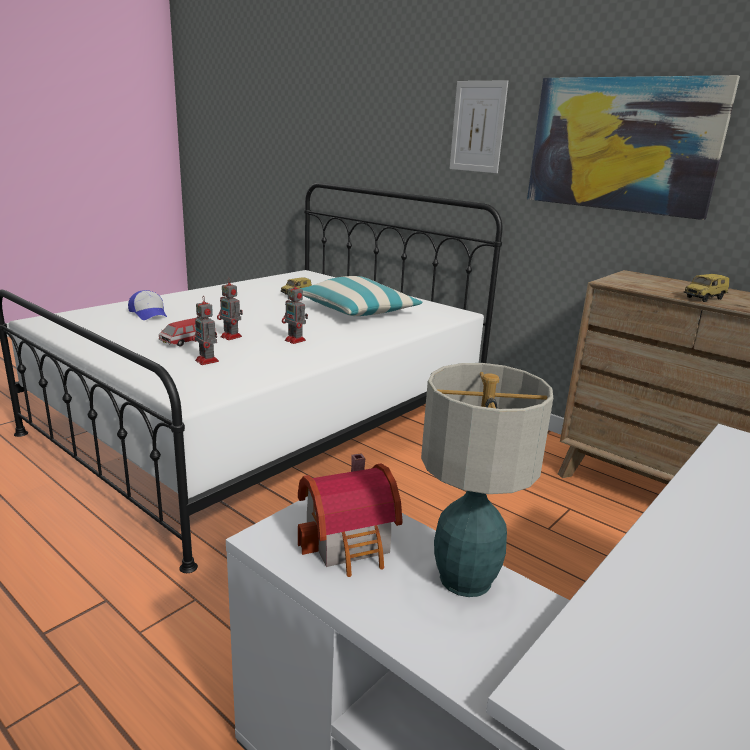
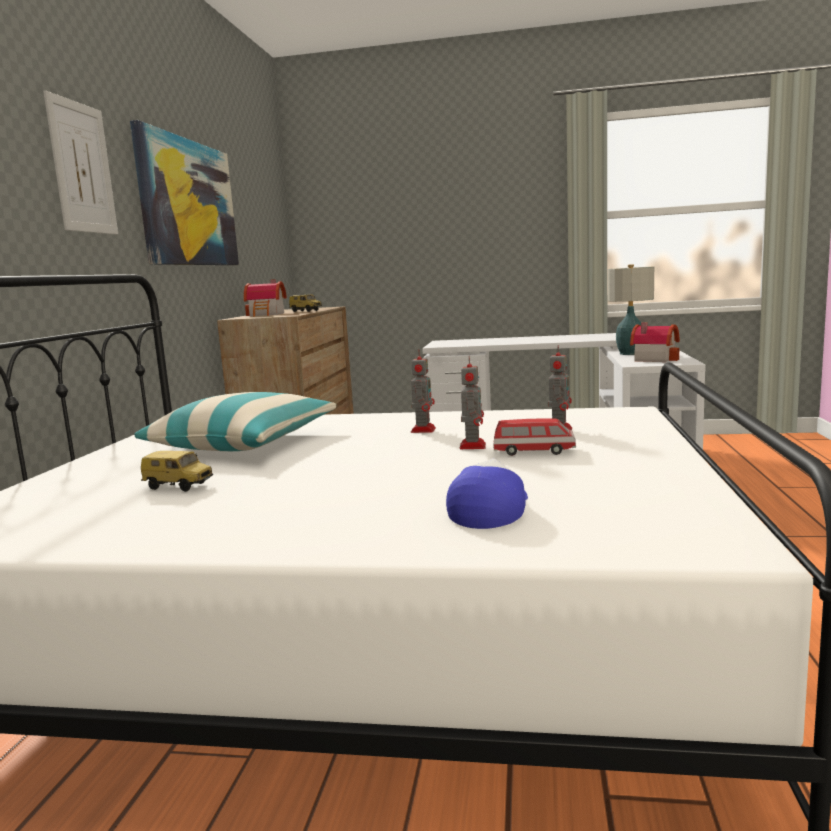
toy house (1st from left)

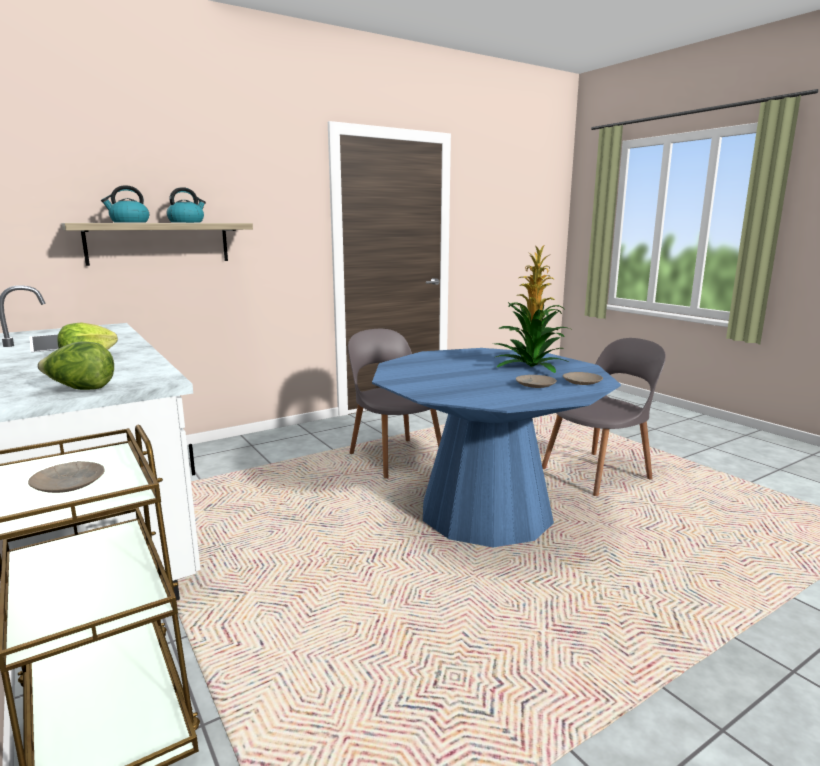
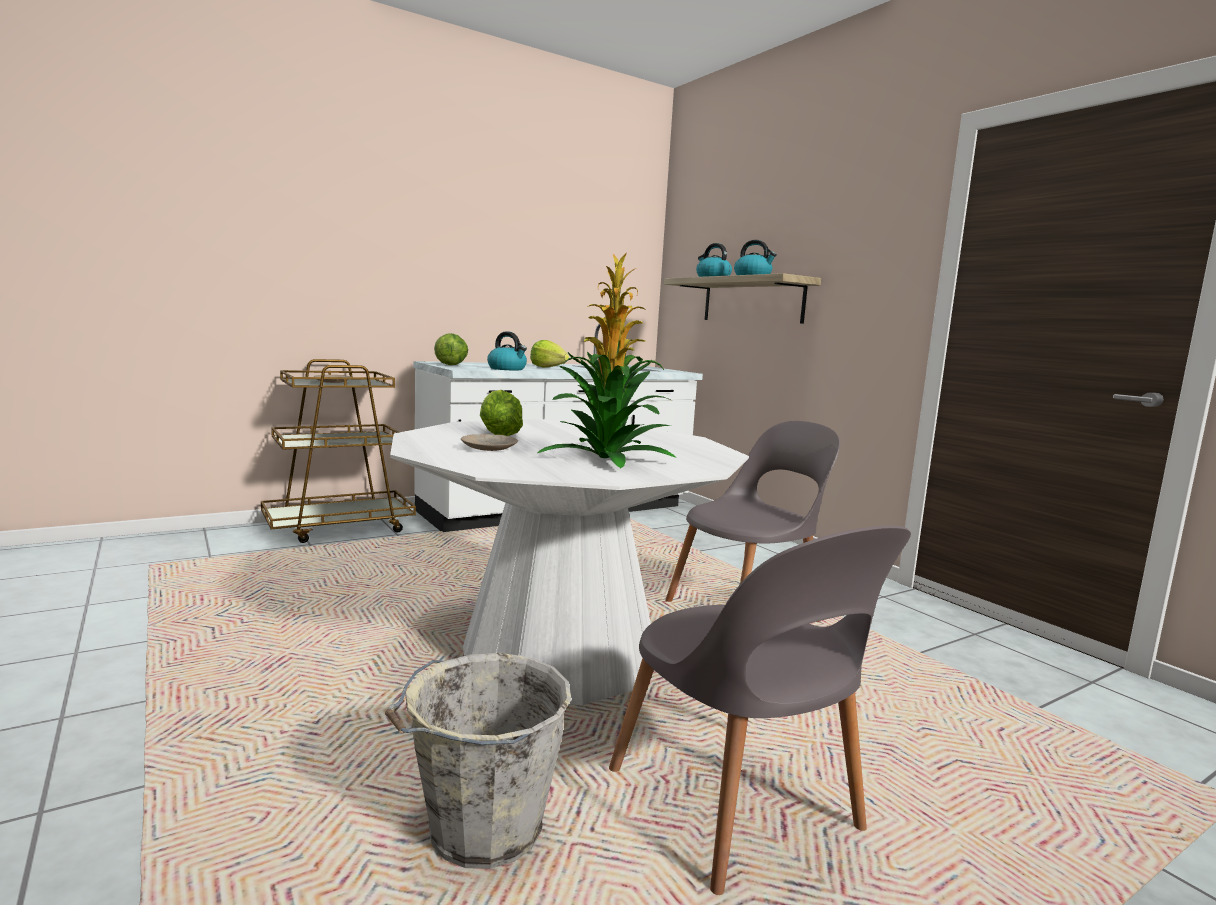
dining table (white)
plate (beige) (3rd from left in the first image)
kettle (1st from left)
lettuce (2nd from left)
bucket (grey)

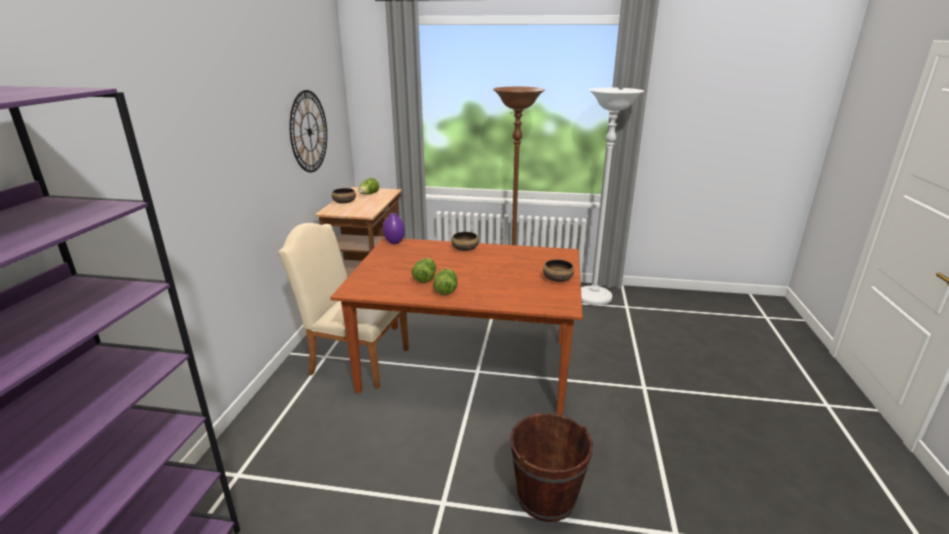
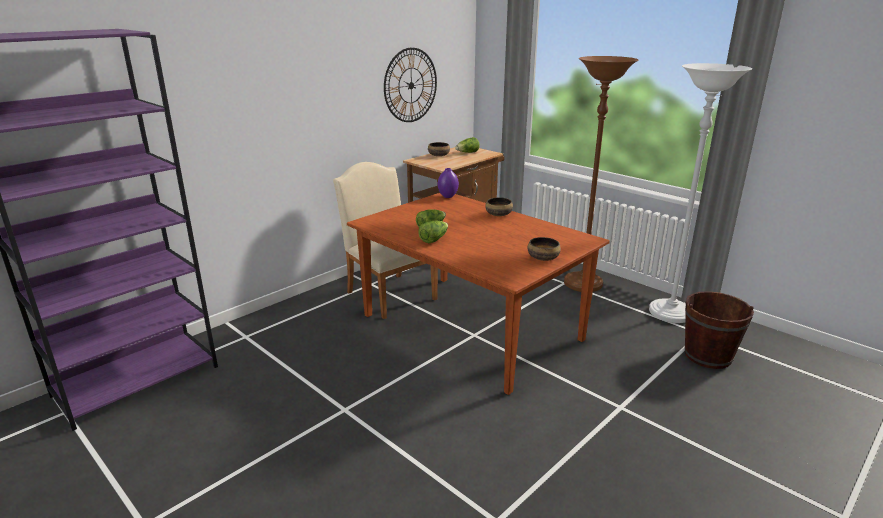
bucket (brown)

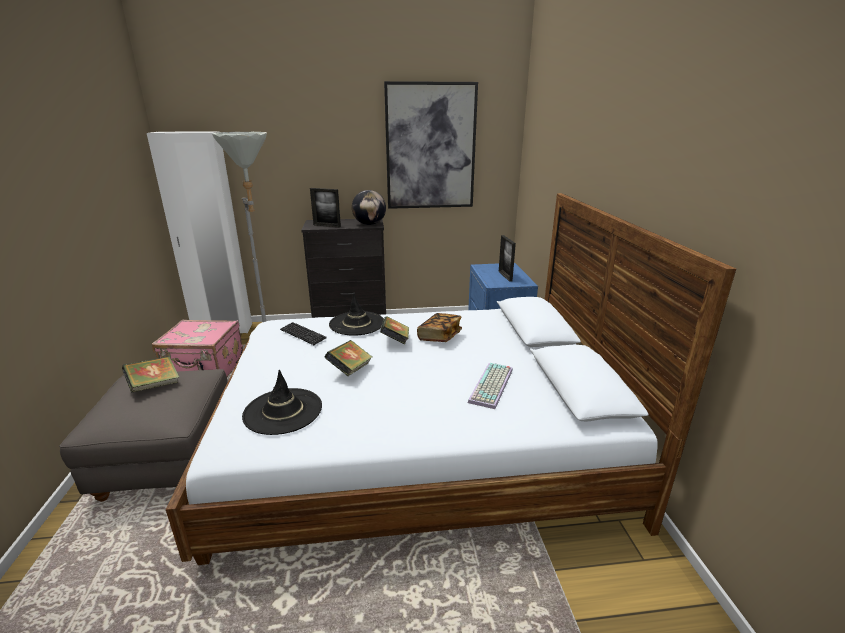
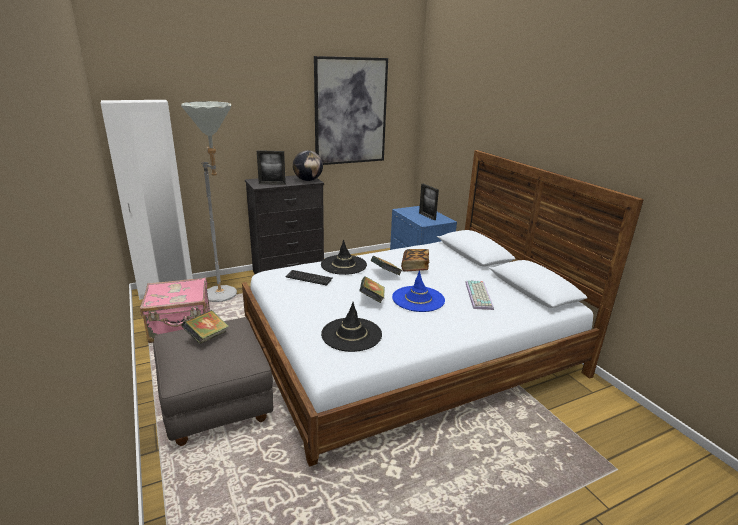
hat (blue)

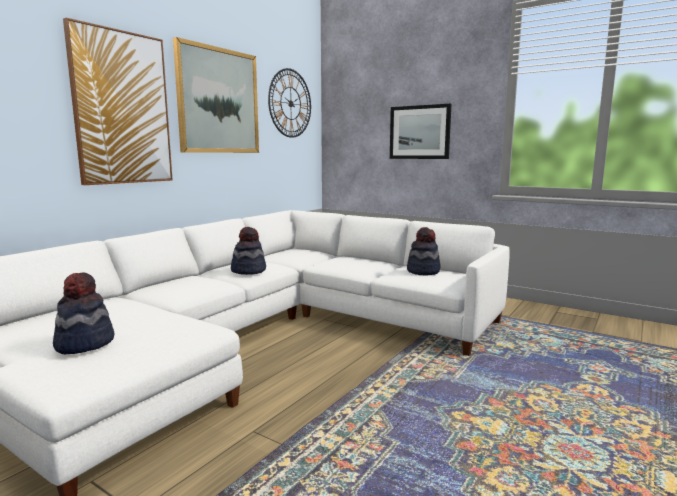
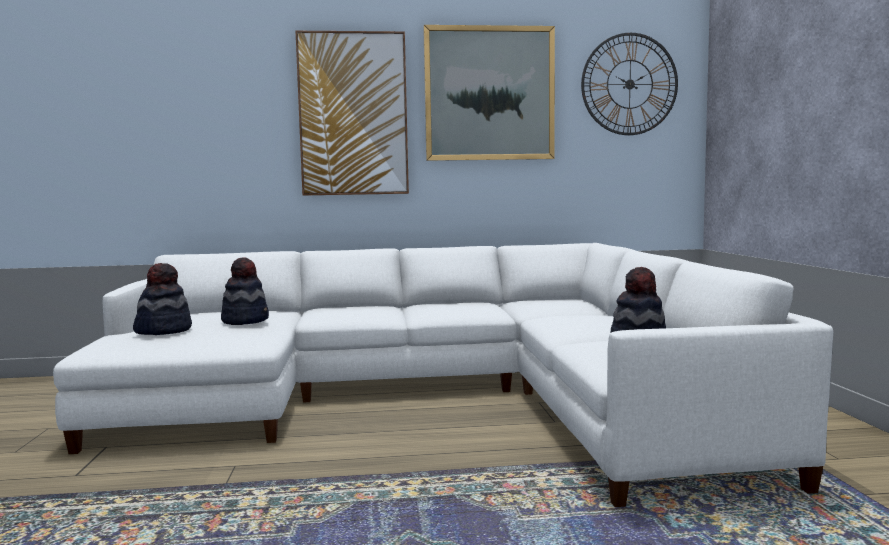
picture (3rd from left in the first image)
hat (2nd from left)

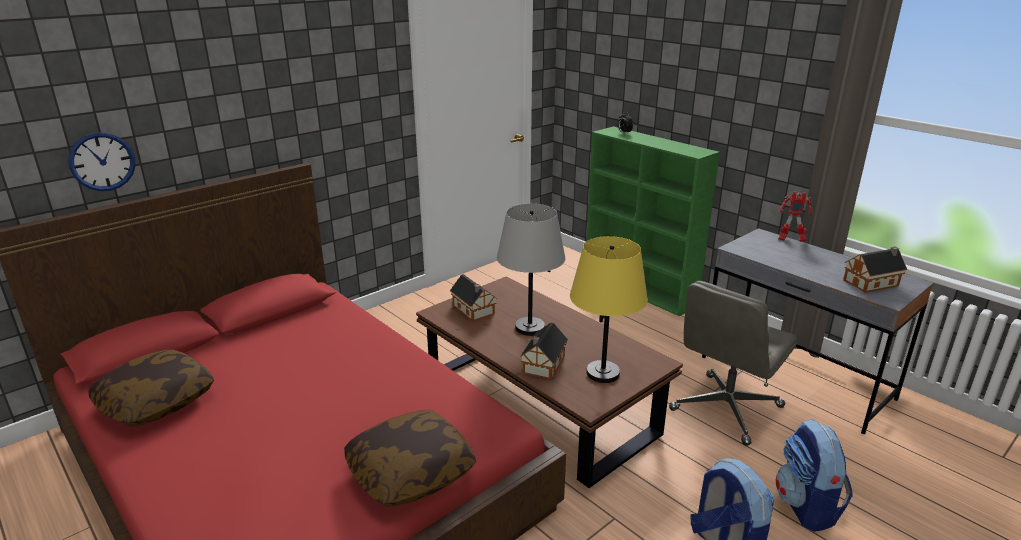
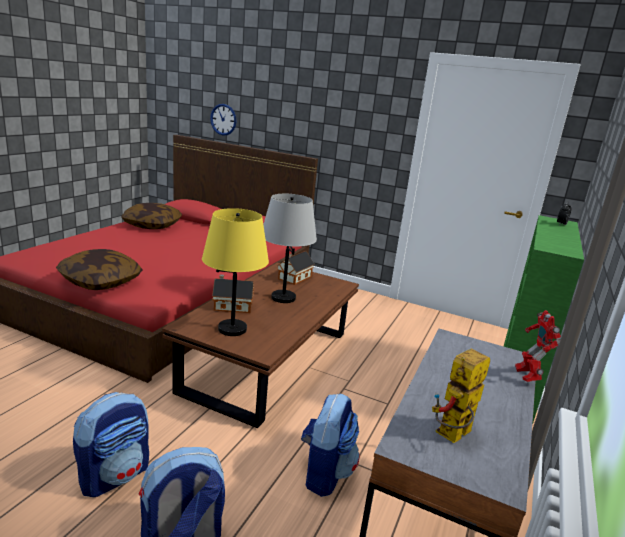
toy robot (1st from left)
backpack (3rd from left)

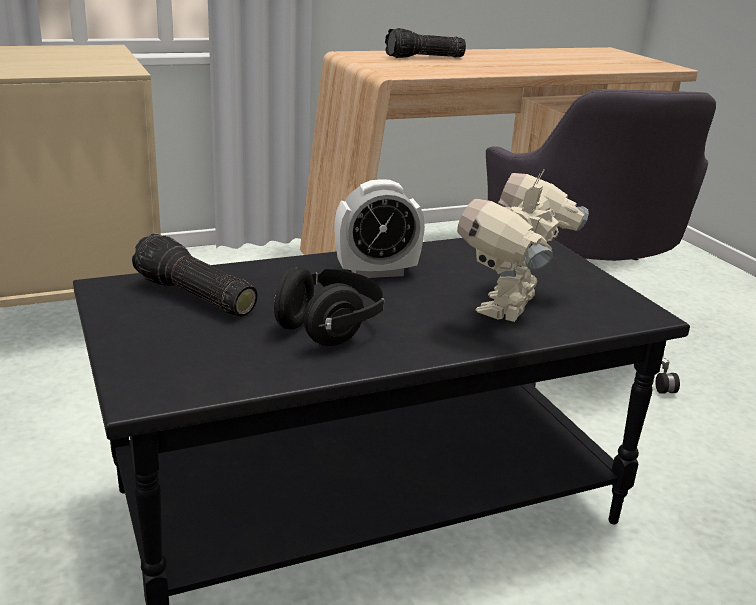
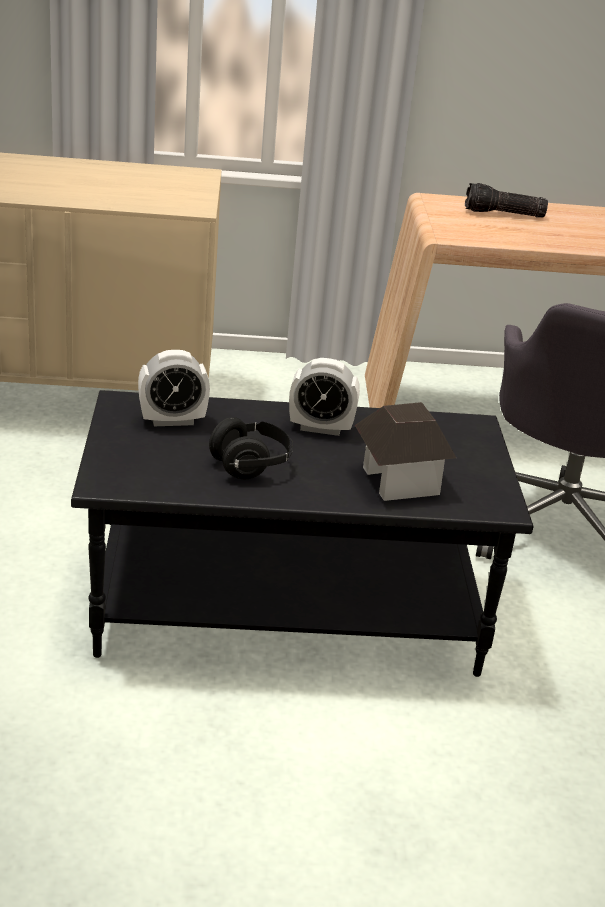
toy house
alarm clock (1st from left)

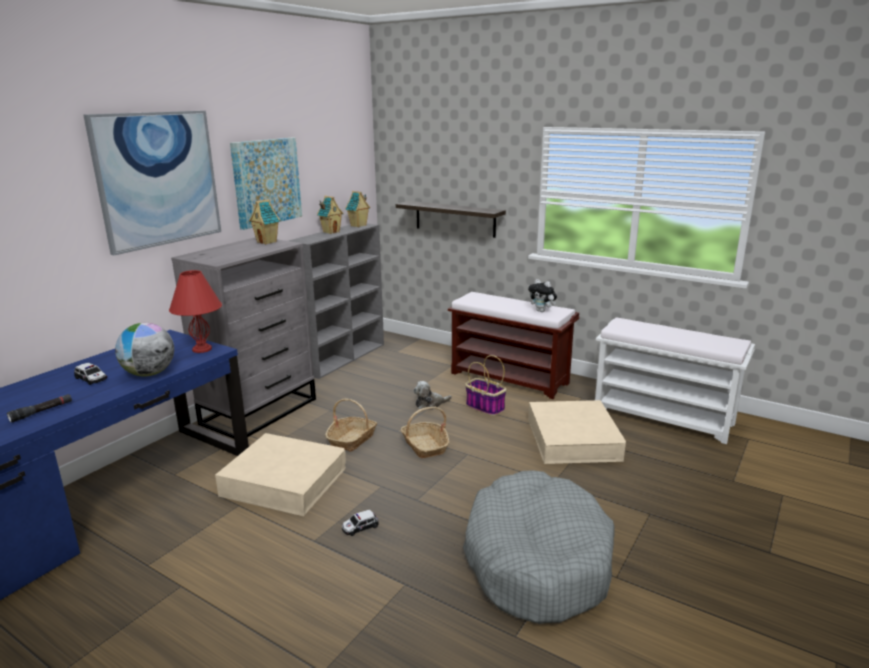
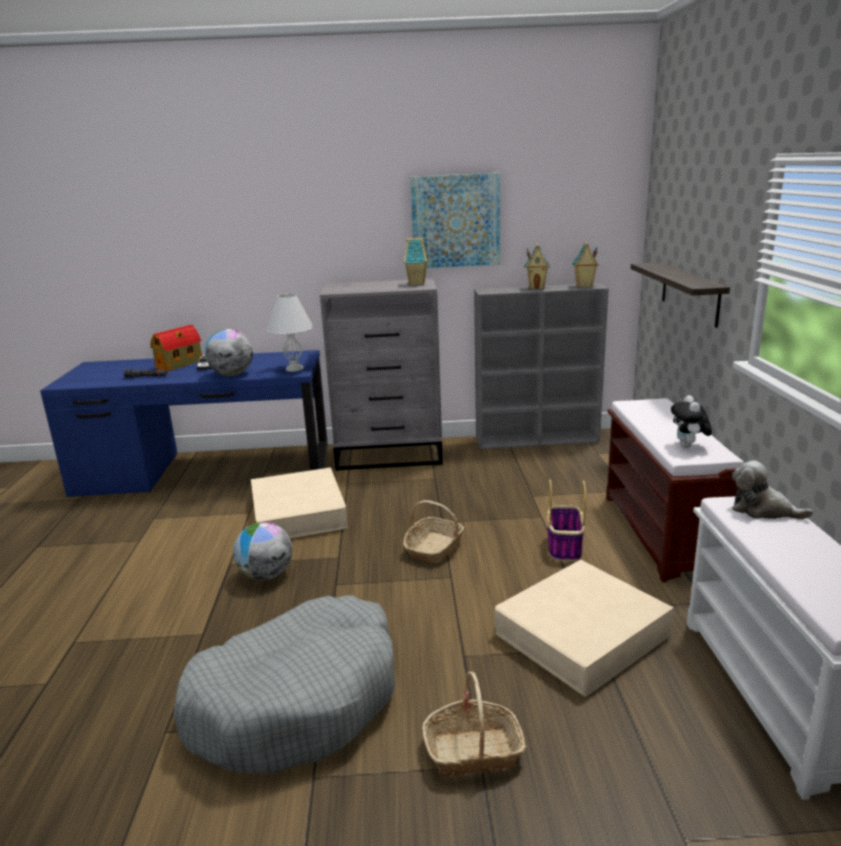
picture (1st from left in the first image)
table lamp (white)
plush toy (2nd from left)
basket (2nd from left)
globe (2nd from left)
toy house (1st from left)

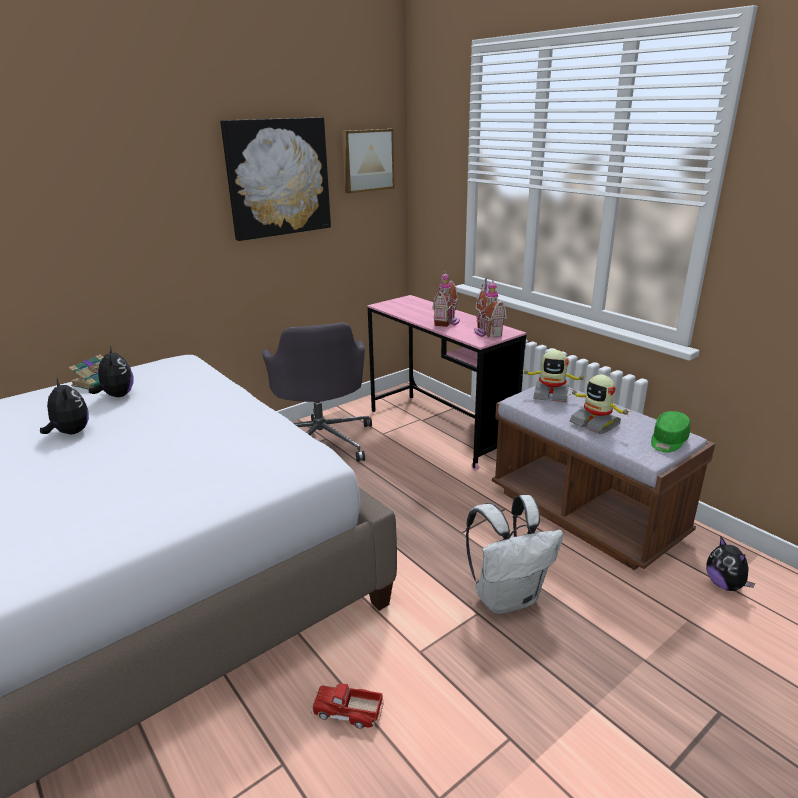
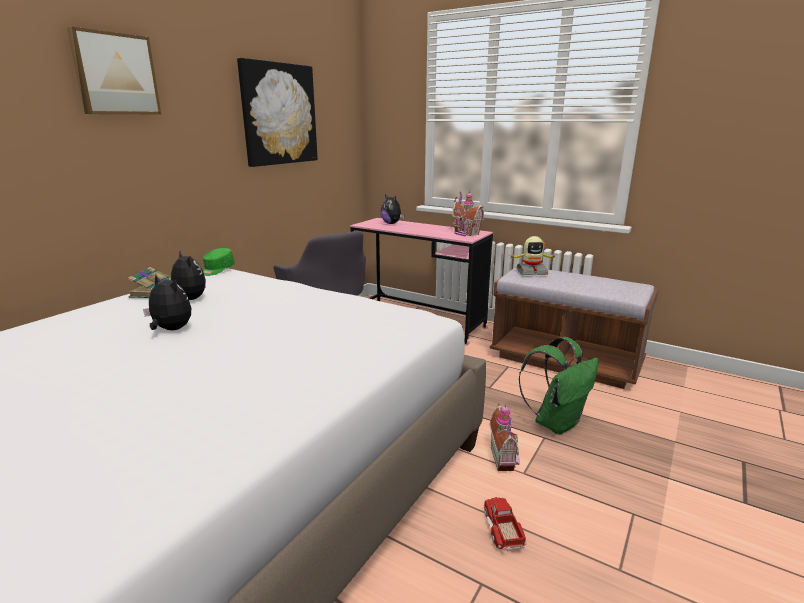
picture (1st from left)
toy house (2nd from left)
toy robot (2nd from left in the first image)
cap (green)
backpack (green)
plush toy (3rd from left)
toy truck

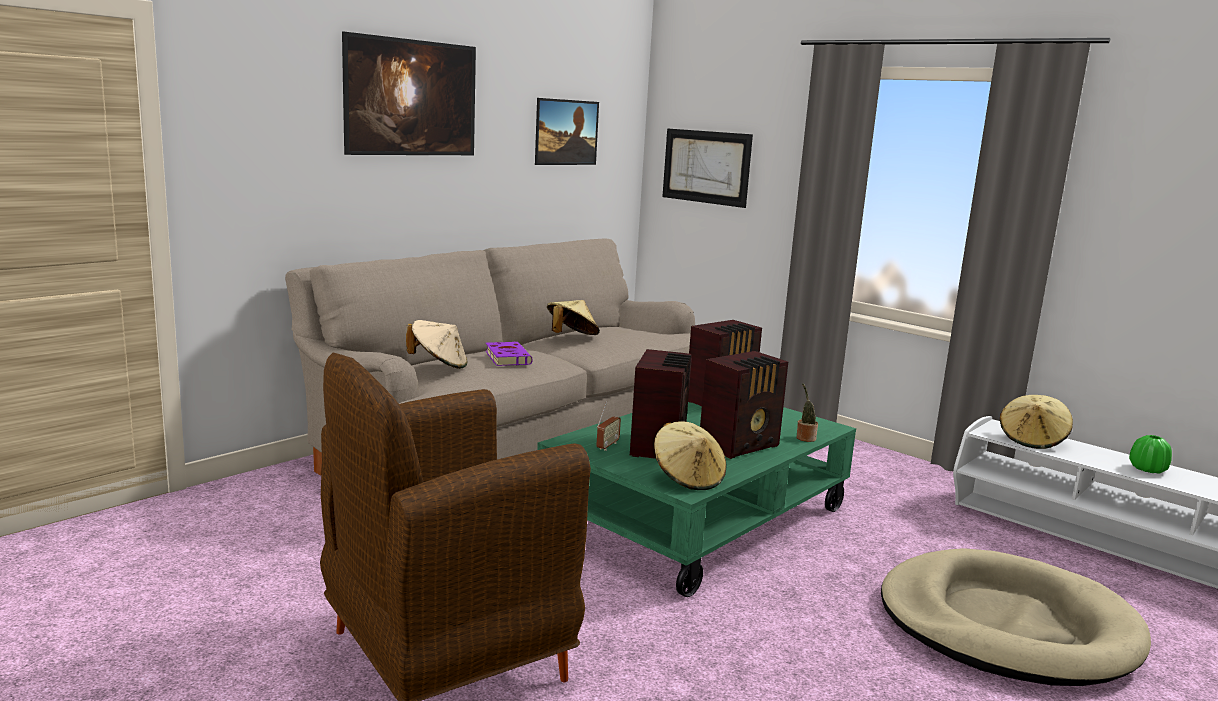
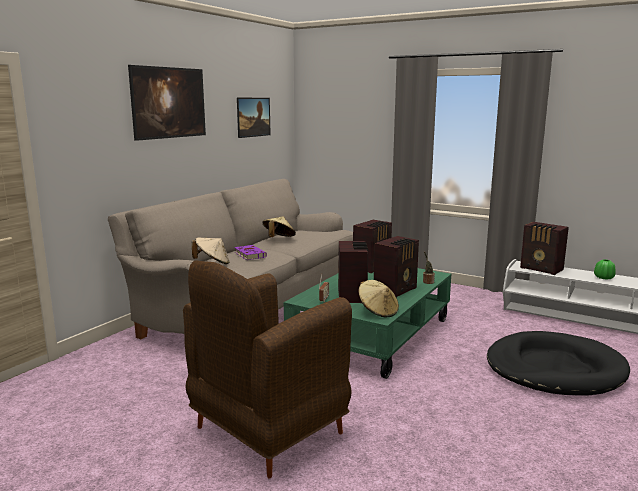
picture (3rd from left in the first image)
radio (5th from left)
dog bed (black)

